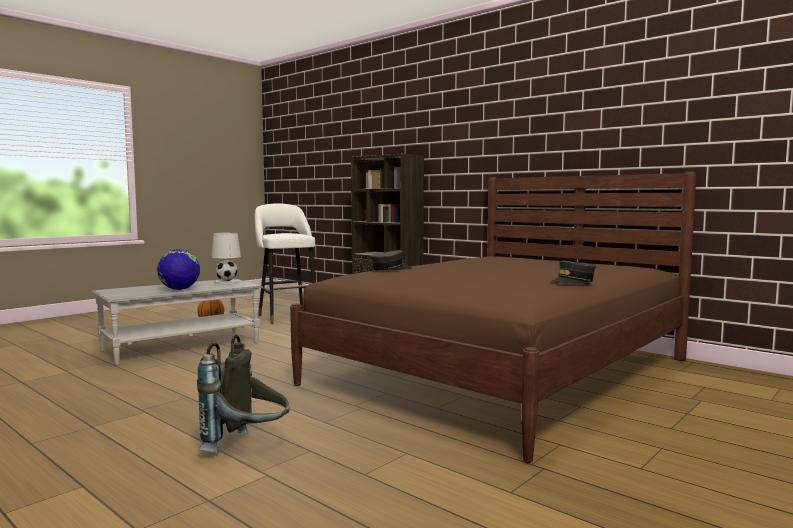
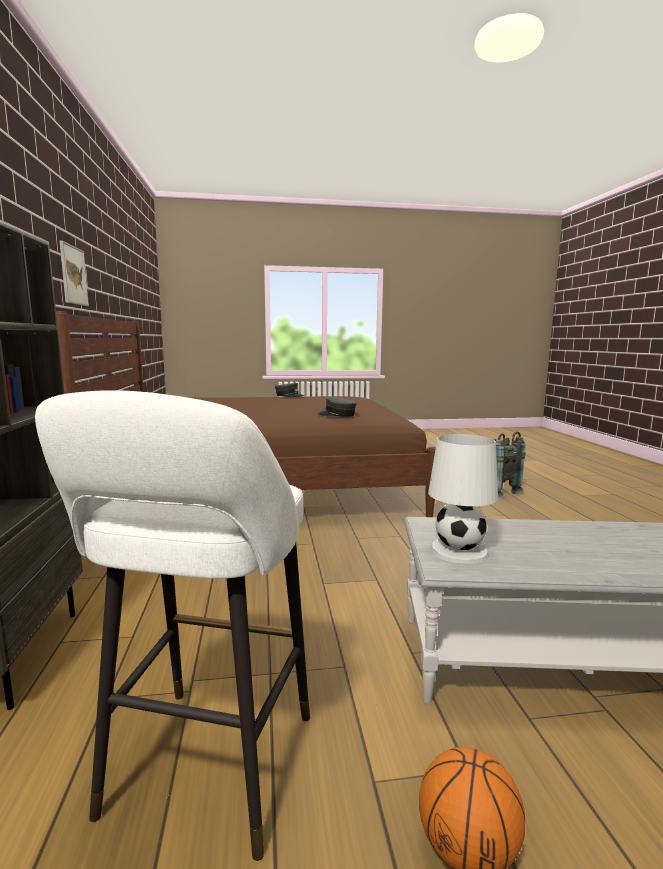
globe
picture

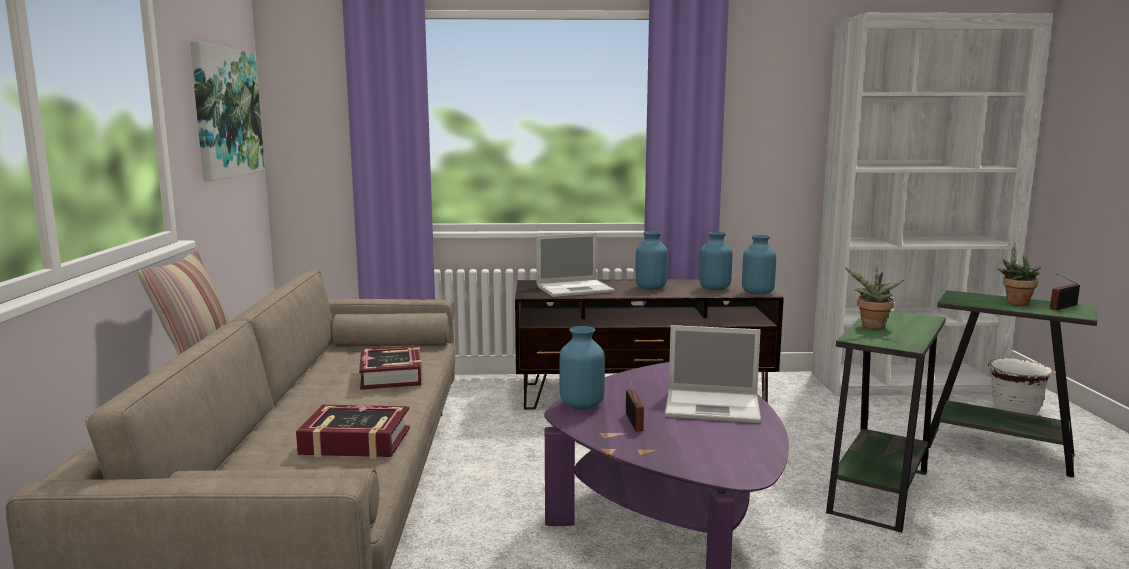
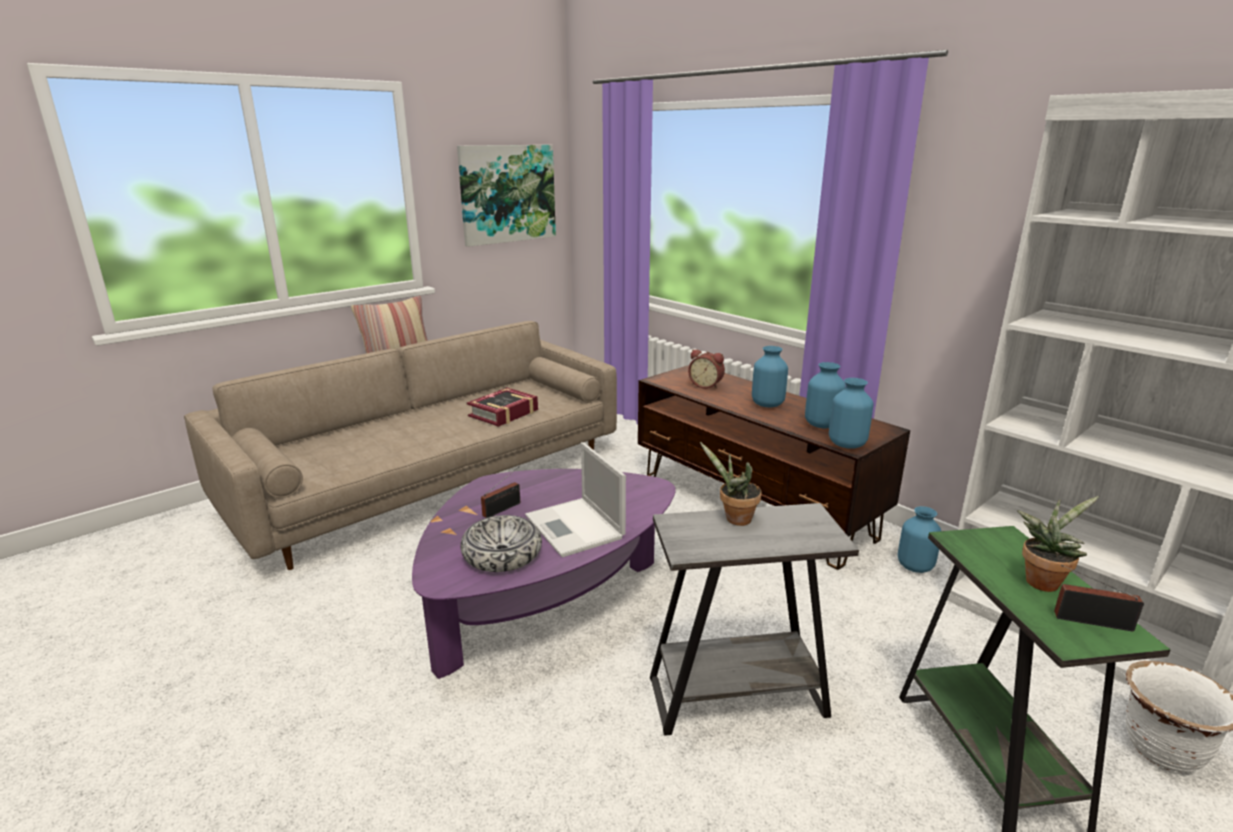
alarm clock
side table (grey)
vase (blue) (4th from left)
book (1st from left in the first image)
bowl

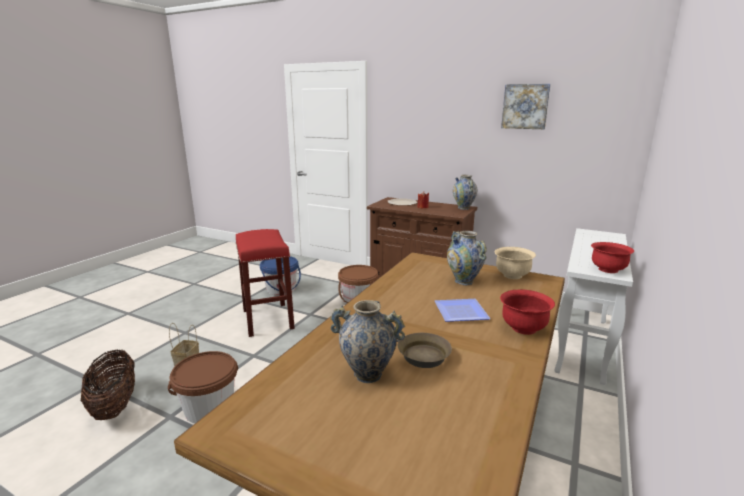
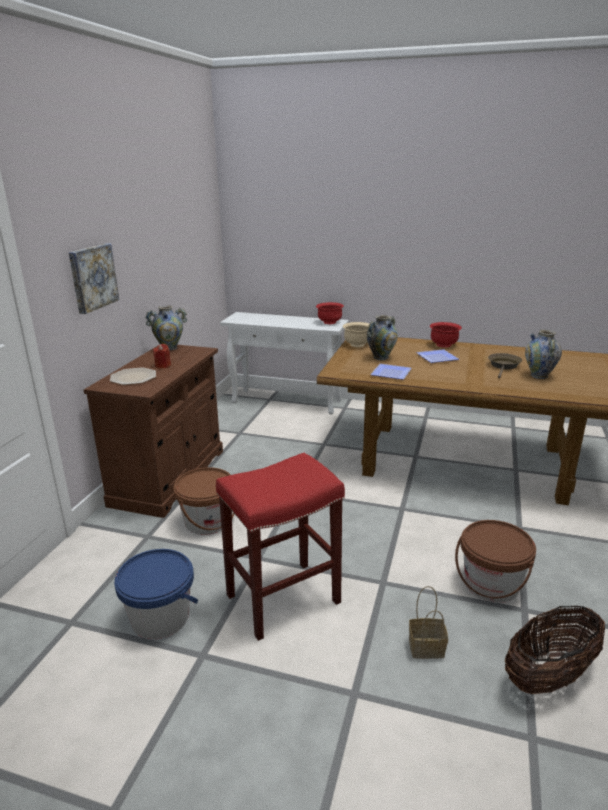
picture
plate (2nd from left)

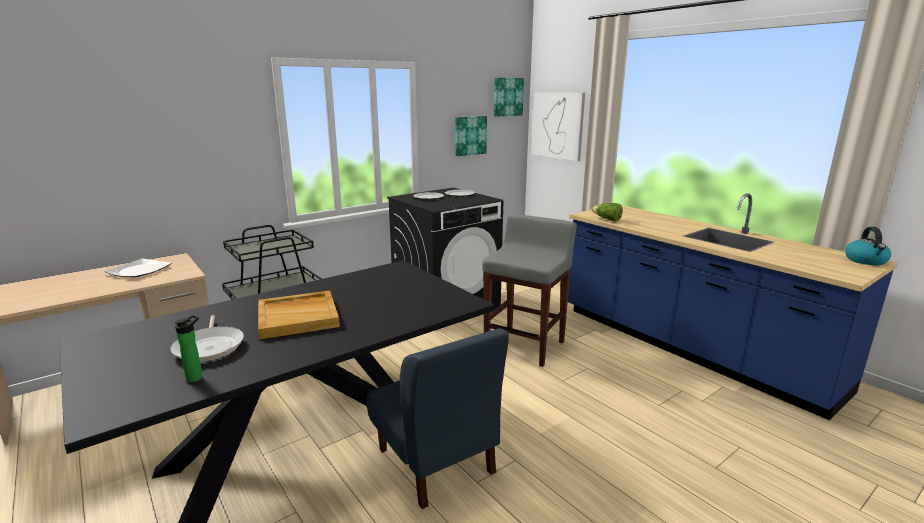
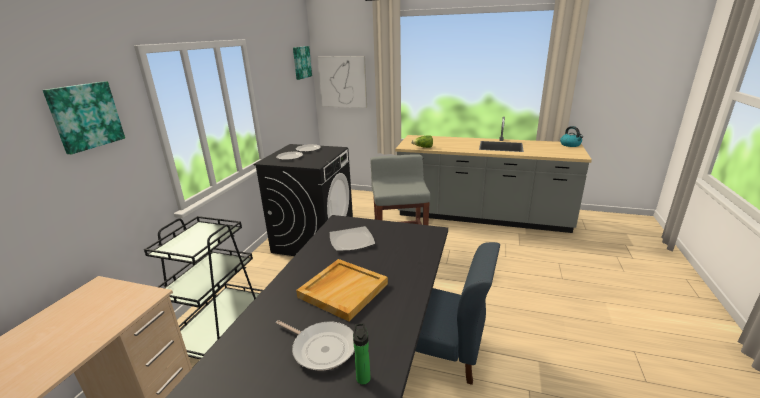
picture (1st from left)
counter (grey)
plate (3rd from left)

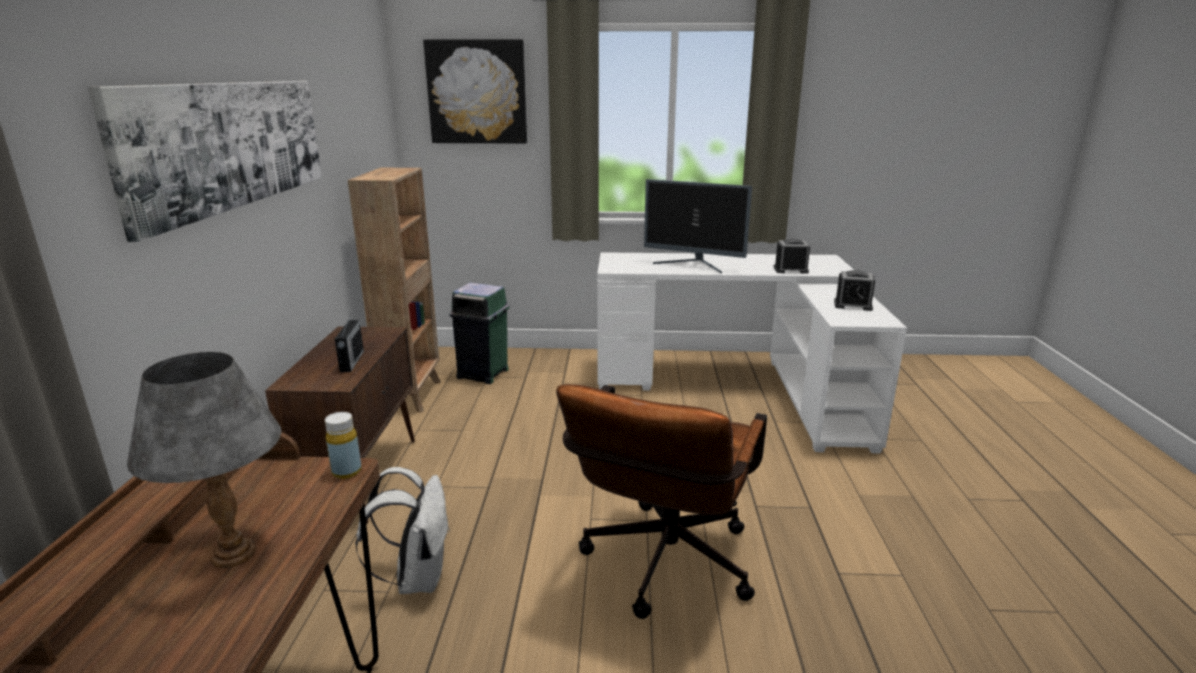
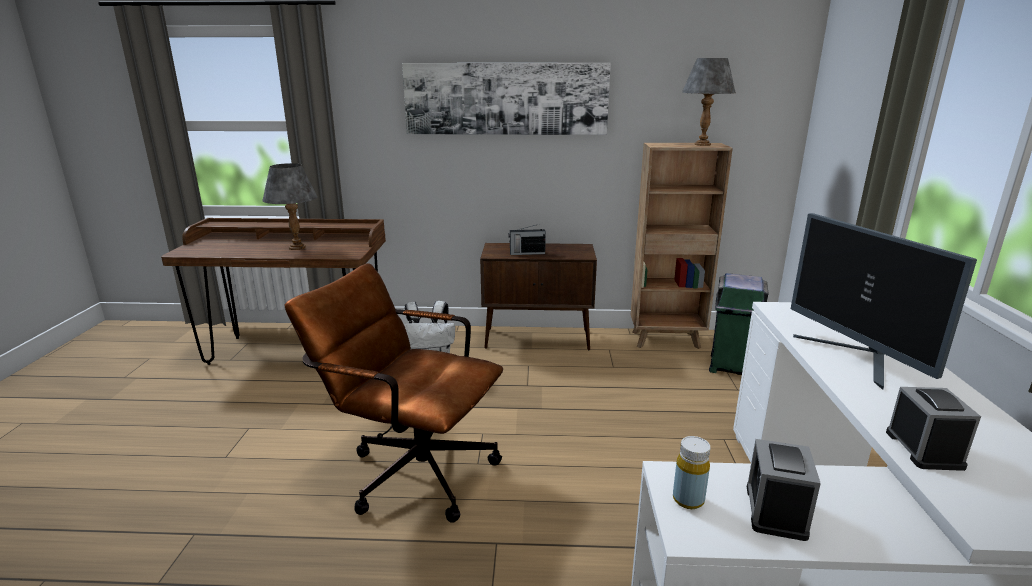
picture (2nd from left in the first image)
monitor
bottle (yellow)
table lamp (grey) (2nd from left)

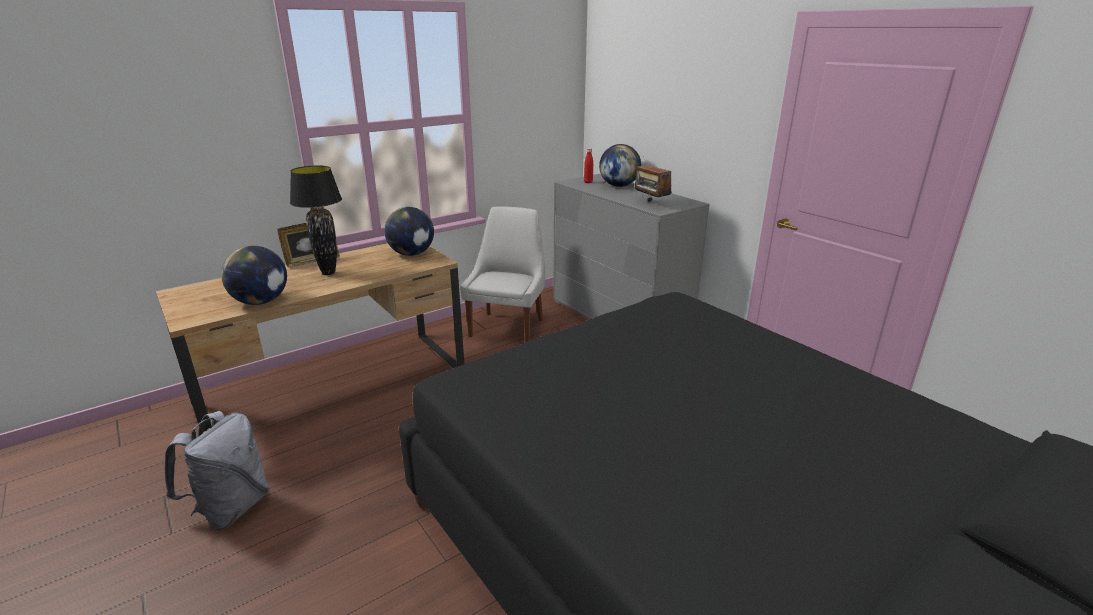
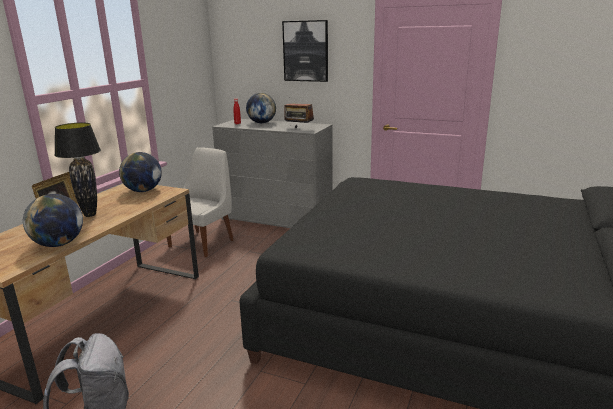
chair (white)
picture

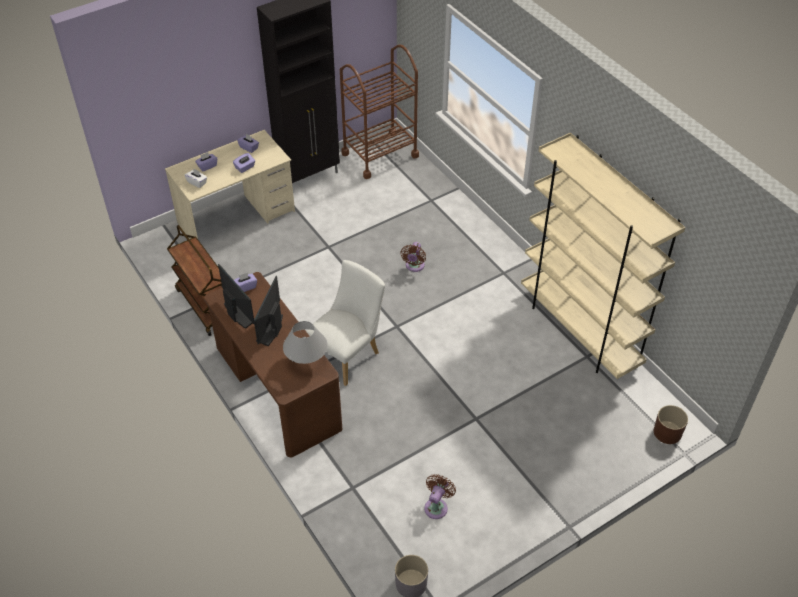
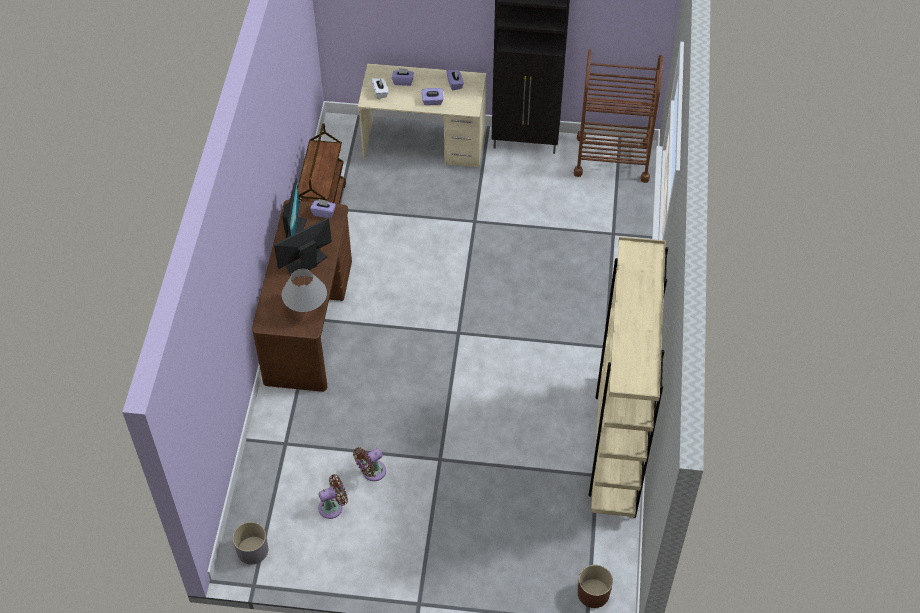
fan (brown) (2nd from left)
chair (white)

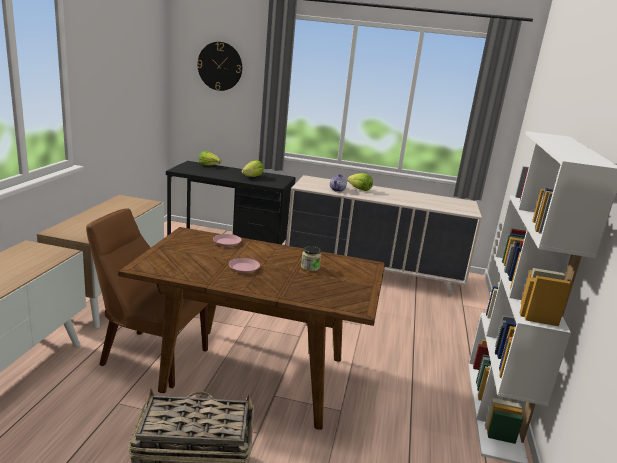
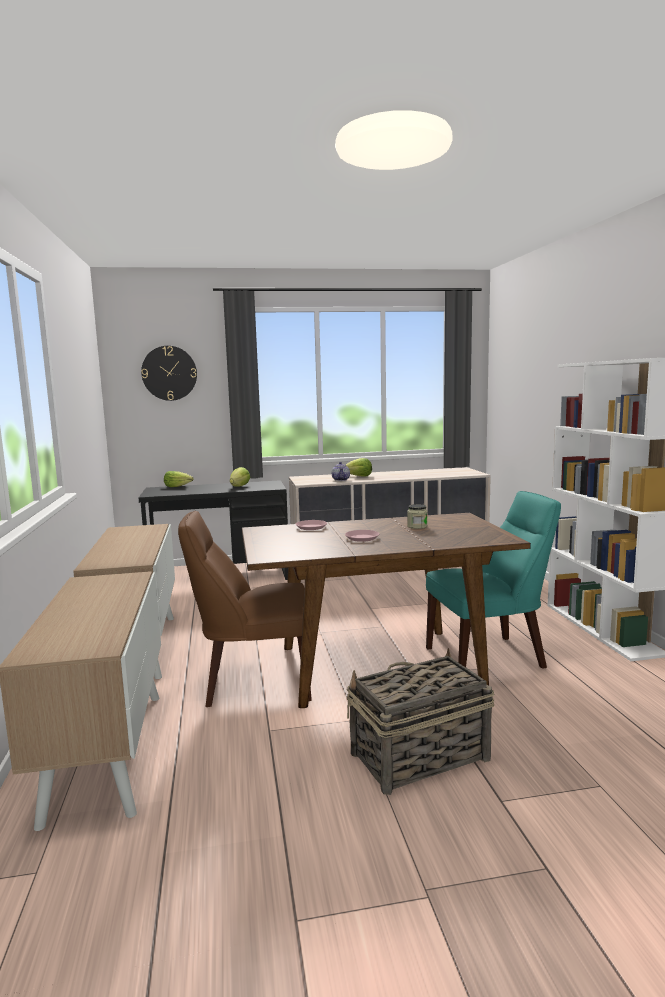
chair (turquoise)

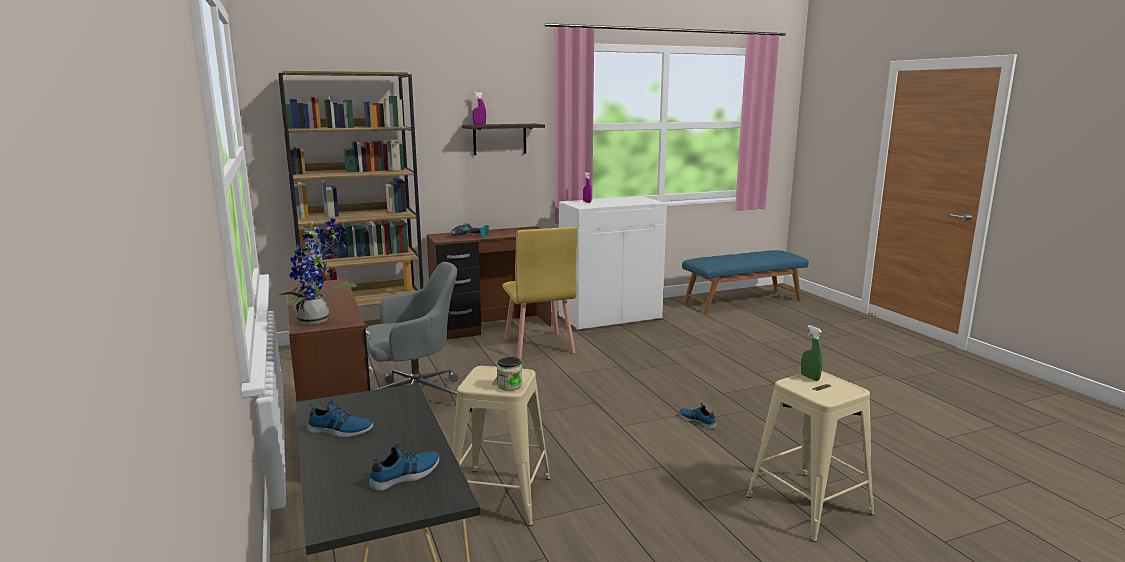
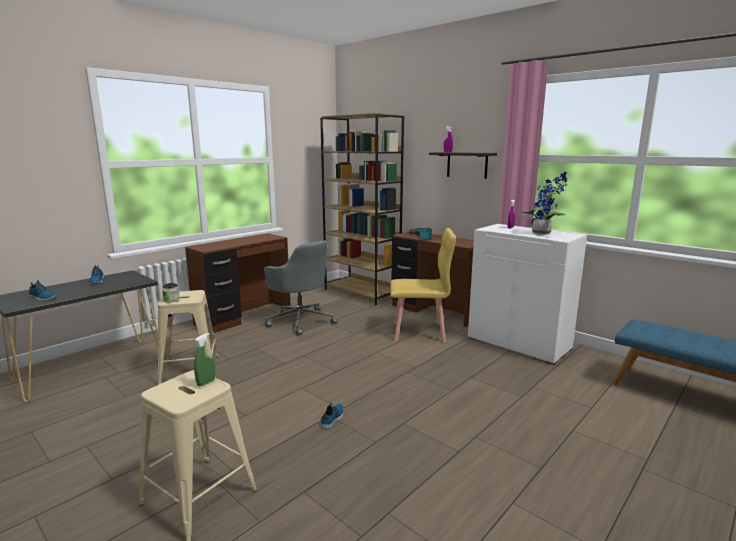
potted plant
chair (yellow)

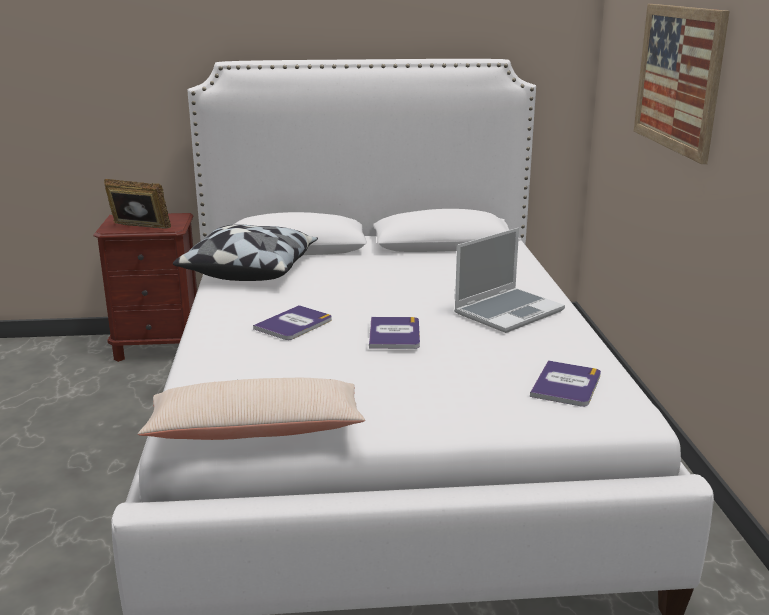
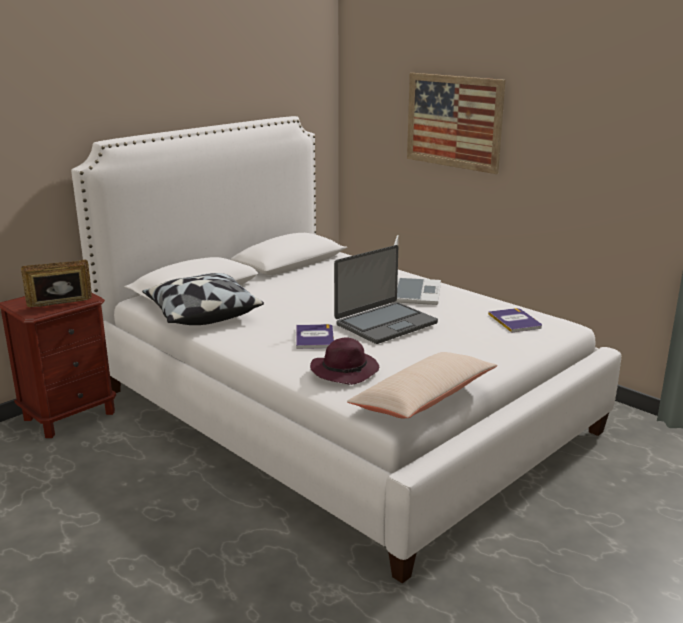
laptop (1st from left)
hat (purple)

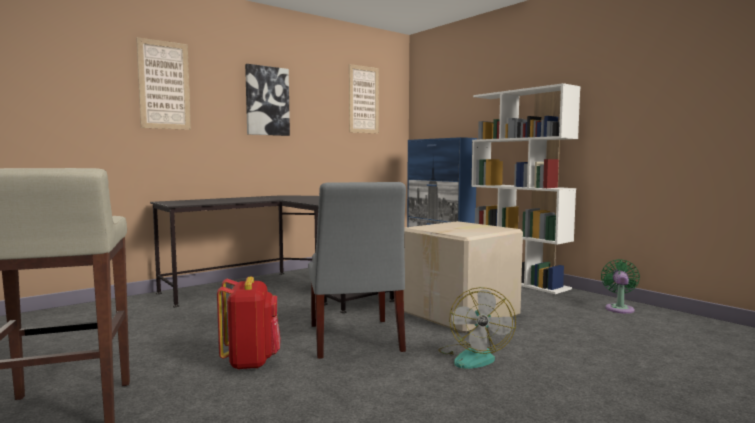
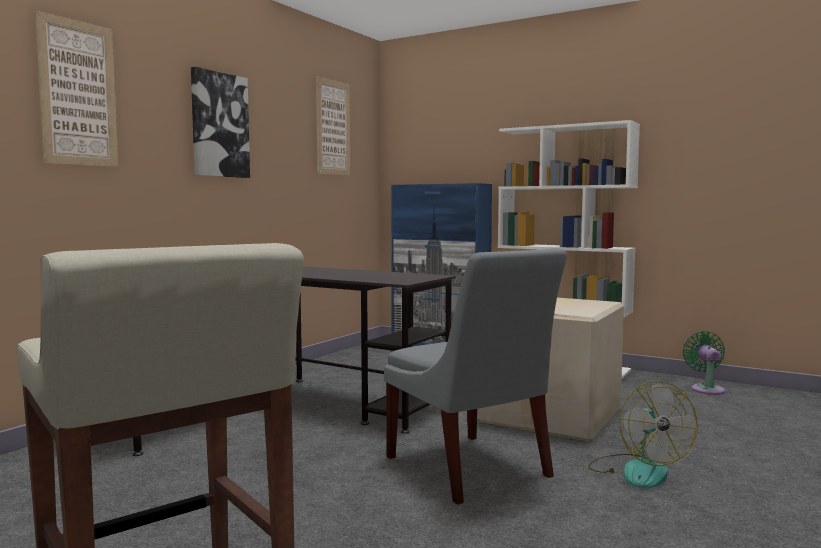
backpack (red)

